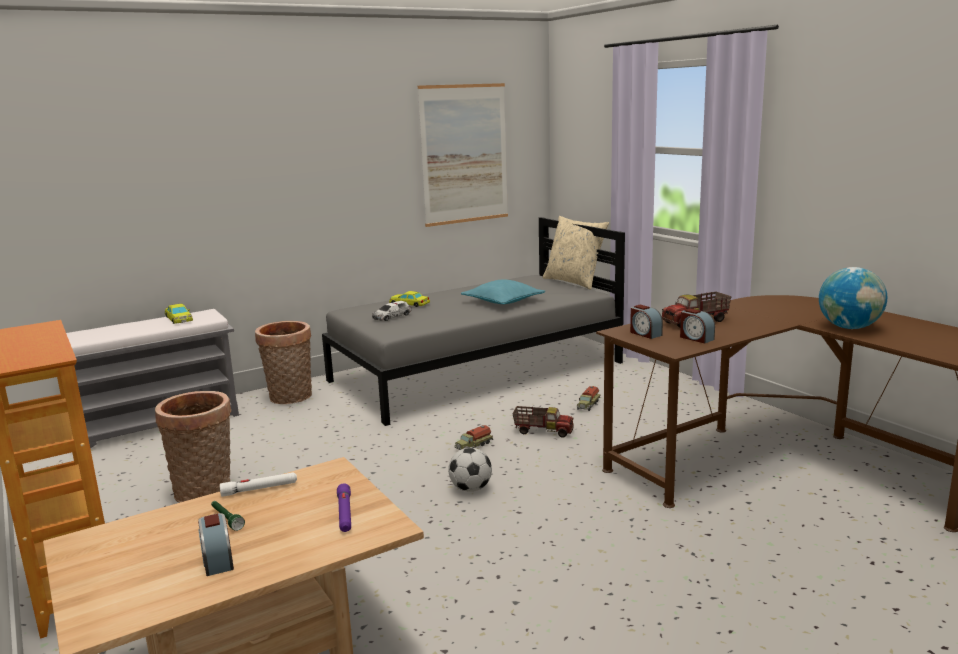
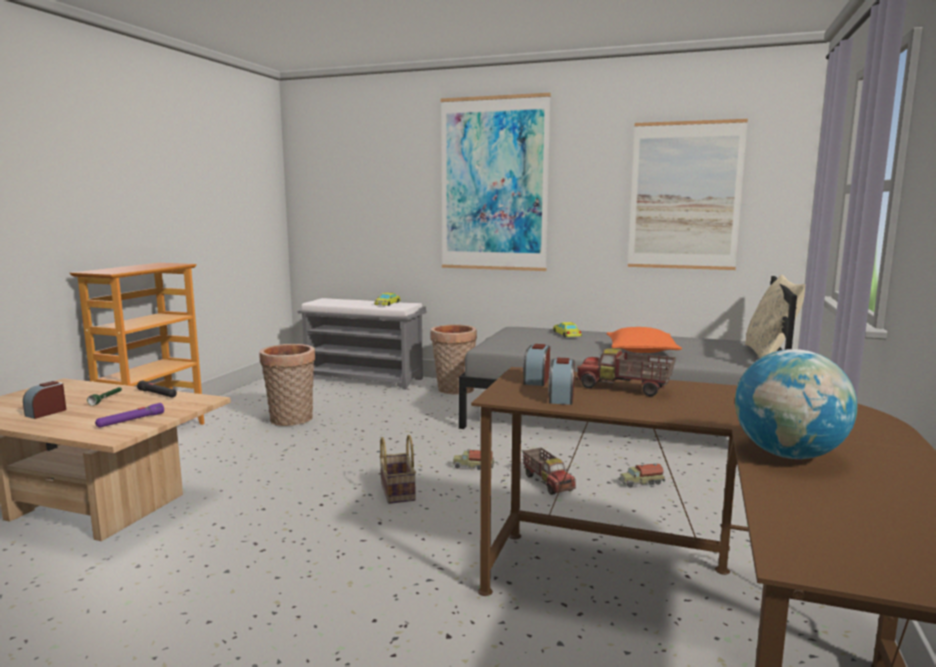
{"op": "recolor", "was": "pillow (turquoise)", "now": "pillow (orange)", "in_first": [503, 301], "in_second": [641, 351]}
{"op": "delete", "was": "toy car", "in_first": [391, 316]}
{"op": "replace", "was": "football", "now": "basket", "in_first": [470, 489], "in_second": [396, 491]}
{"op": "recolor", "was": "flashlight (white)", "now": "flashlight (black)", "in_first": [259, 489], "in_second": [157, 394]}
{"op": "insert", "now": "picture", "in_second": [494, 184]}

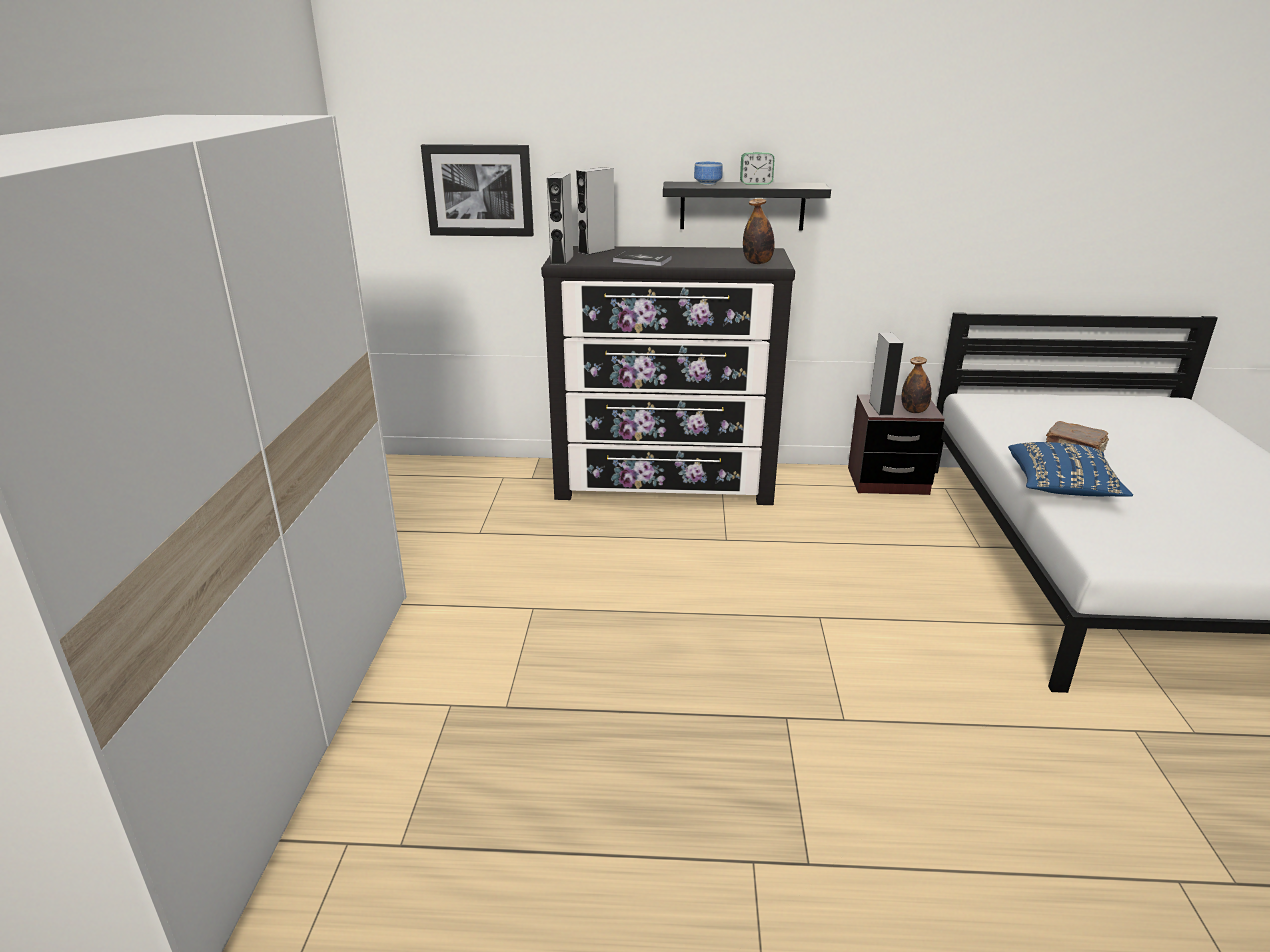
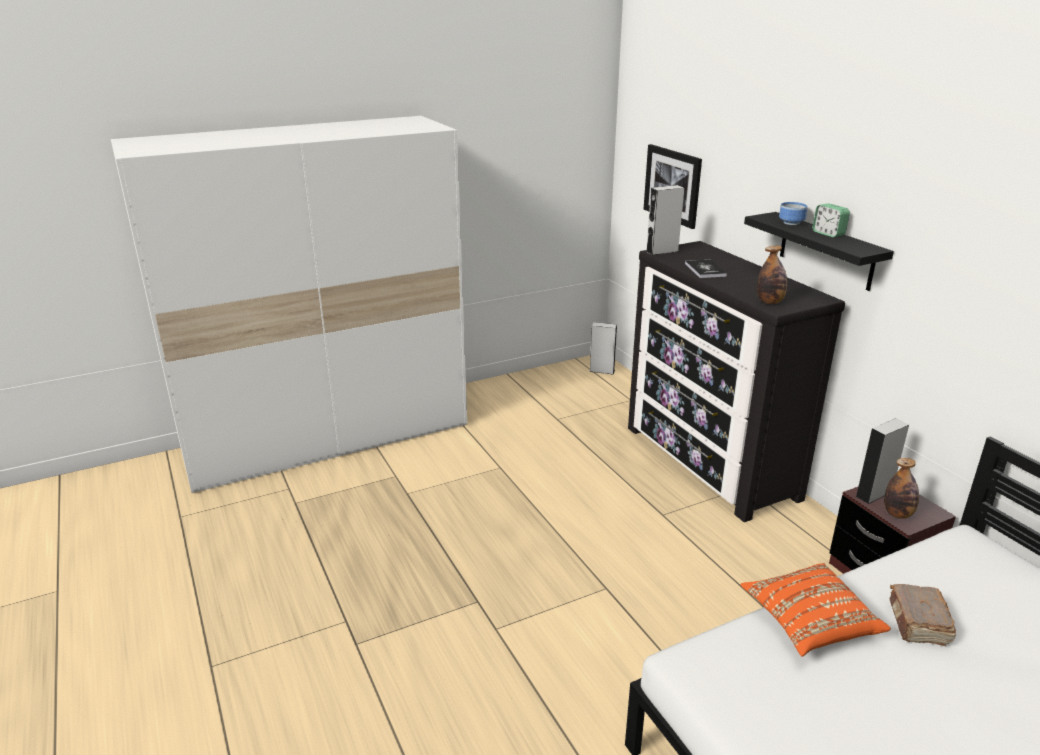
{"op": "move", "was": "speaker (grey)", "in_first": [596, 250], "in_second": [602, 371]}
{"op": "recolor", "was": "pillow (blue)", "now": "pillow (orange)", "in_first": [1061, 487], "in_second": [809, 622]}

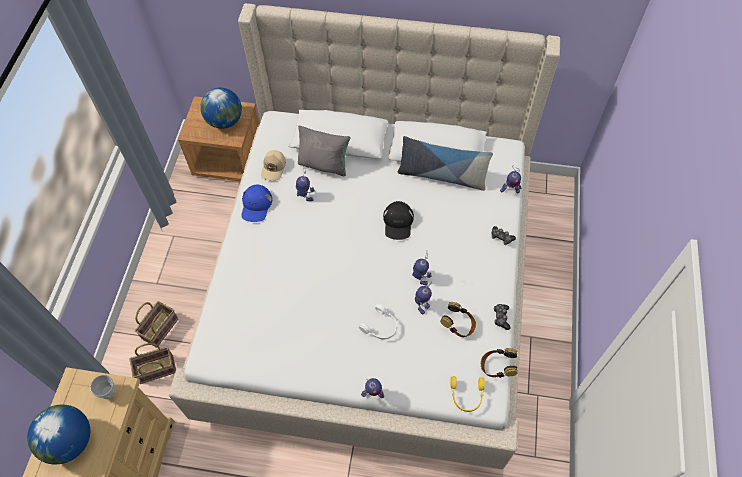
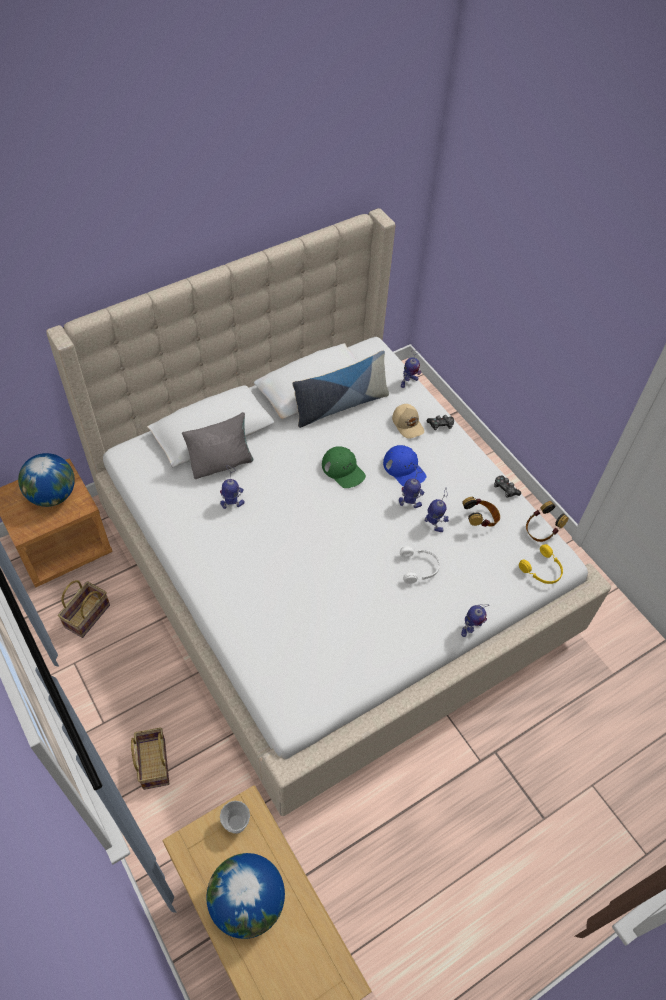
{"op": "move", "was": "cap (beige)", "in_first": [274, 168], "in_second": [408, 424]}
{"op": "move", "was": "cap (blue)", "in_first": [256, 205], "in_second": [404, 469]}
{"op": "recolor", "was": "cap (black)", "now": "cap (green)", "in_first": [398, 222], "in_second": [343, 470]}
{"op": "move", "was": "basket", "in_first": [155, 370], "in_second": [87, 617]}

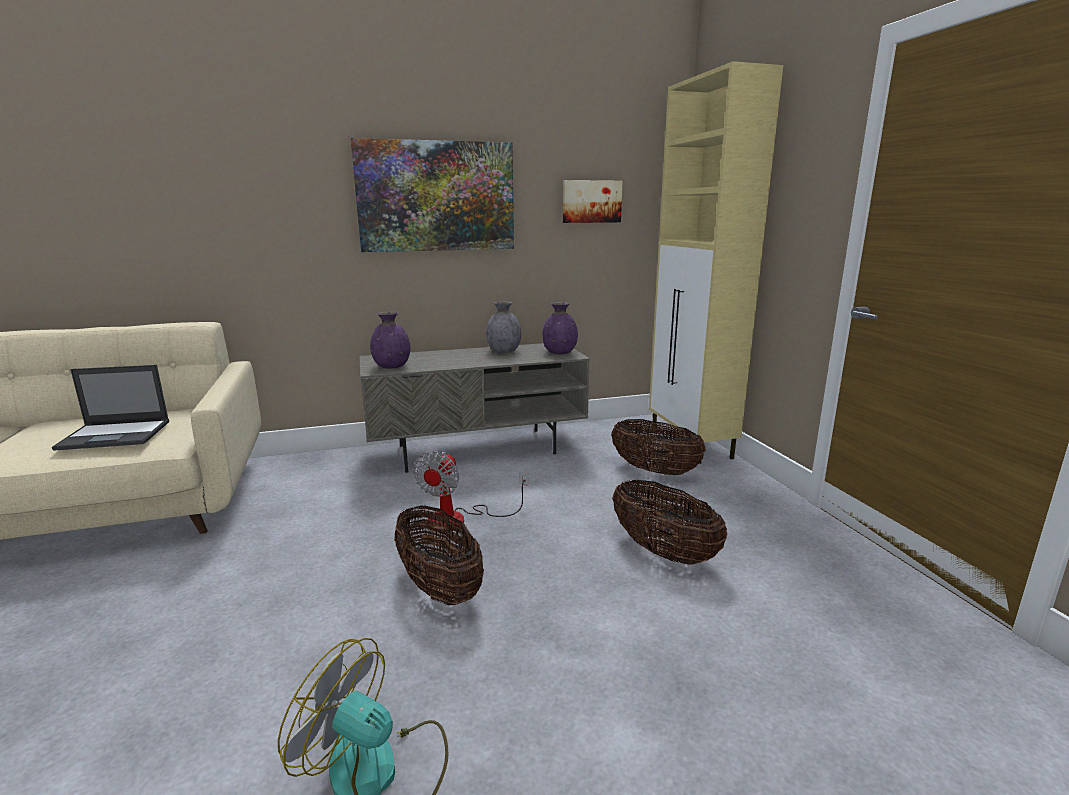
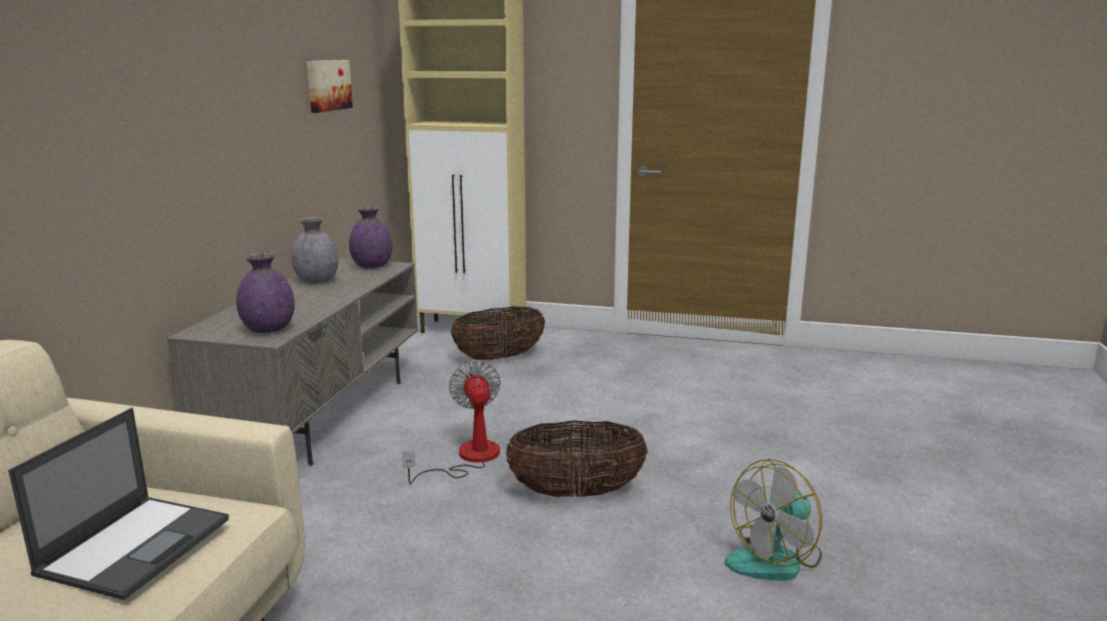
{"op": "delete", "was": "picture", "in_first": [436, 197]}
{"op": "rotate", "was": "fan", "in_first": [460, 519], "in_second": [468, 458], "clockwise": -150}
{"op": "delete", "was": "basket", "in_first": [663, 552]}

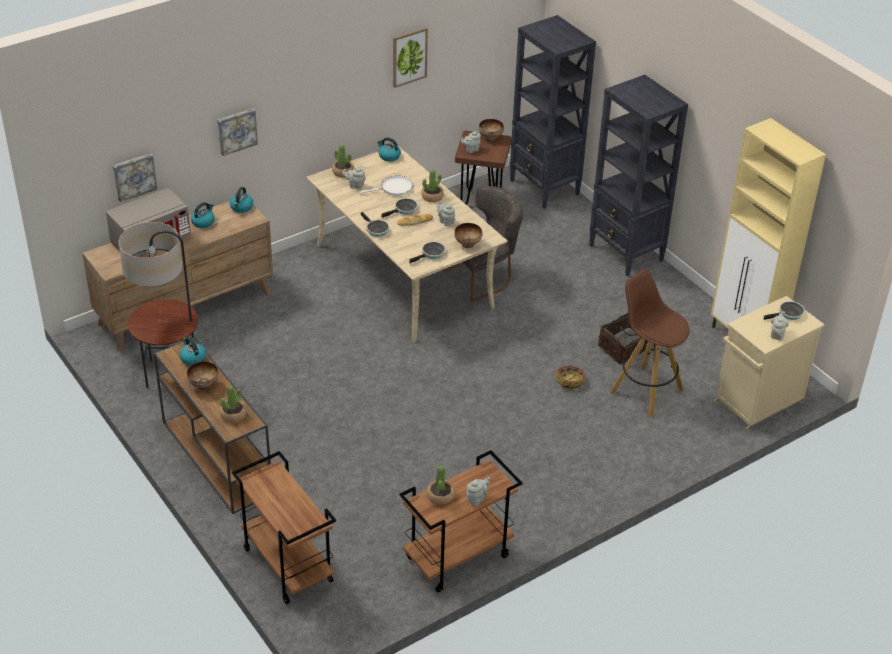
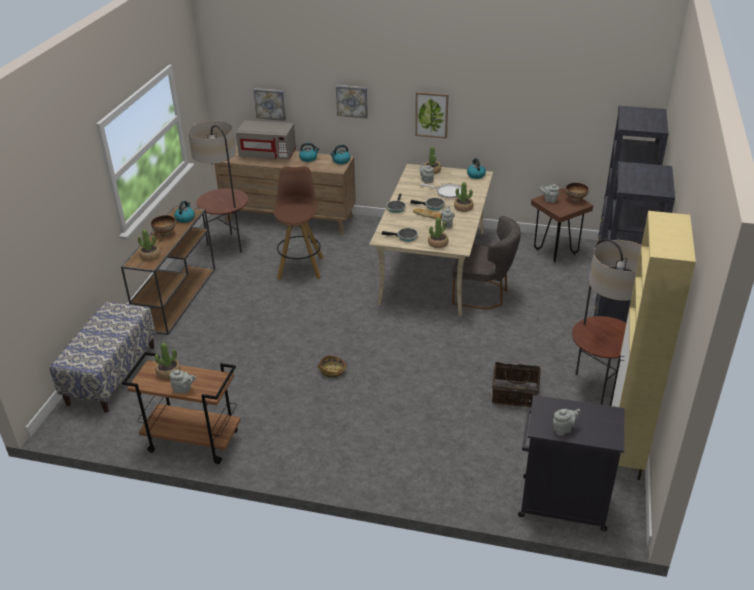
{"op": "move", "was": "picture", "in_first": [409, 56], "in_second": [431, 114]}
{"op": "replace", "was": "bowl", "now": "potted plant", "in_first": [467, 244], "in_second": [438, 243]}
{"op": "move", "was": "stool (brown)", "in_first": [645, 390], "in_second": [300, 267]}
{"op": "recolor", "was": "cabinet (beige)", "now": "cabinet (black)", "in_first": [757, 403], "in_second": [561, 503]}
{"op": "delete", "was": "frying pan", "in_first": [789, 314]}
{"op": "move", "was": "basket", "in_first": [570, 381], "in_second": [333, 371]}
{"op": "replace", "was": "cart (brown)", "now": "bench", "in_first": [286, 565], "in_second": [111, 374]}
{"op": "insert", "now": "floor lamp", "in_second": [596, 386]}

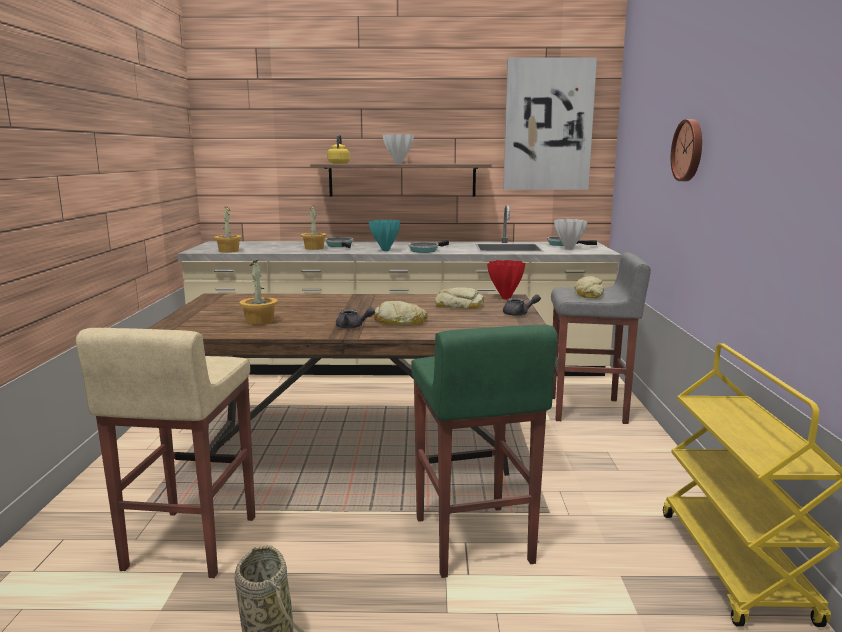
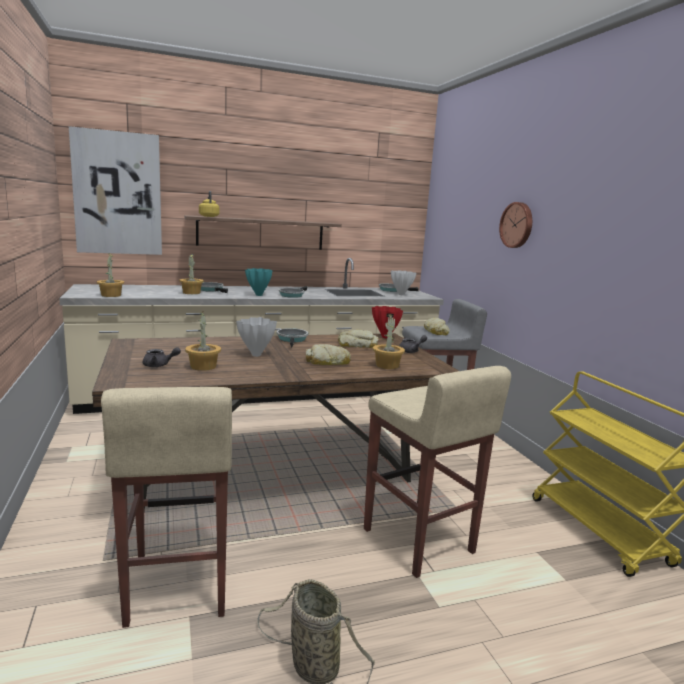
{"op": "move", "was": "picture", "in_first": [548, 125], "in_second": [118, 194]}
{"op": "move", "was": "vase (white)", "in_first": [398, 163], "in_second": [256, 355]}
{"op": "move", "was": "teapot (grey)", "in_first": [353, 327], "in_second": [159, 365]}
{"op": "recolor", "was": "stool (green)", "now": "stool (beige)", "in_first": [471, 541], "in_second": [418, 542]}
{"op": "insert", "now": "potted plant", "in_second": [387, 365]}
{"op": "insert", "now": "frying pan", "in_second": [292, 339]}

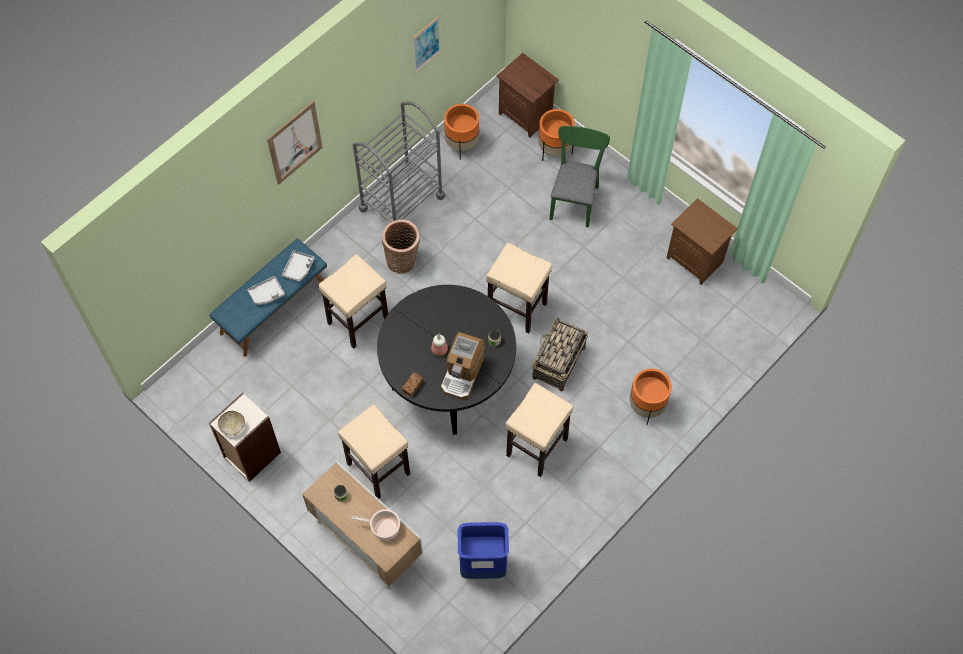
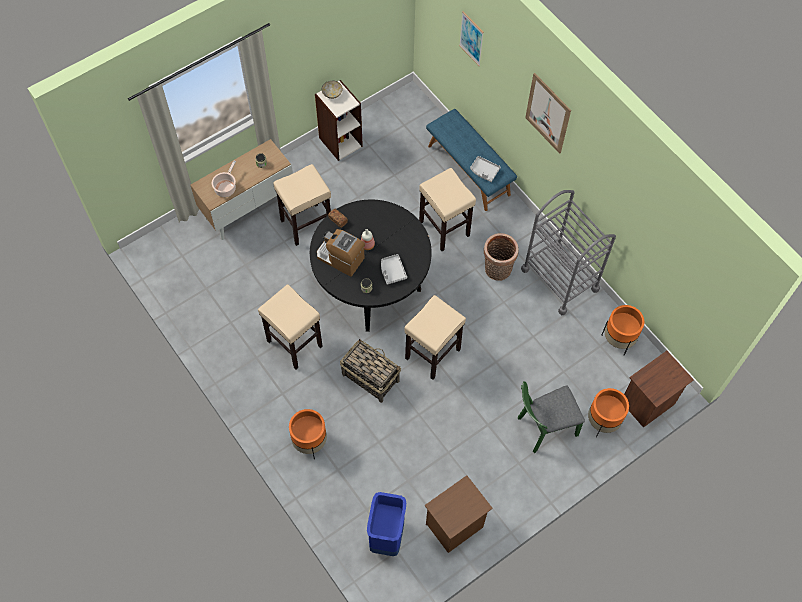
{"op": "move", "was": "picture", "in_first": [426, 44], "in_second": [471, 38]}
{"op": "rotate", "was": "chair (green)", "in_first": [574, 198], "in_second": [543, 428], "clockwise": 135}
{"op": "move", "was": "tray (grey)", "in_first": [267, 294], "in_second": [392, 271]}
{"op": "move", "was": "trash can (blue)", "in_first": [483, 566], "in_second": [386, 536]}

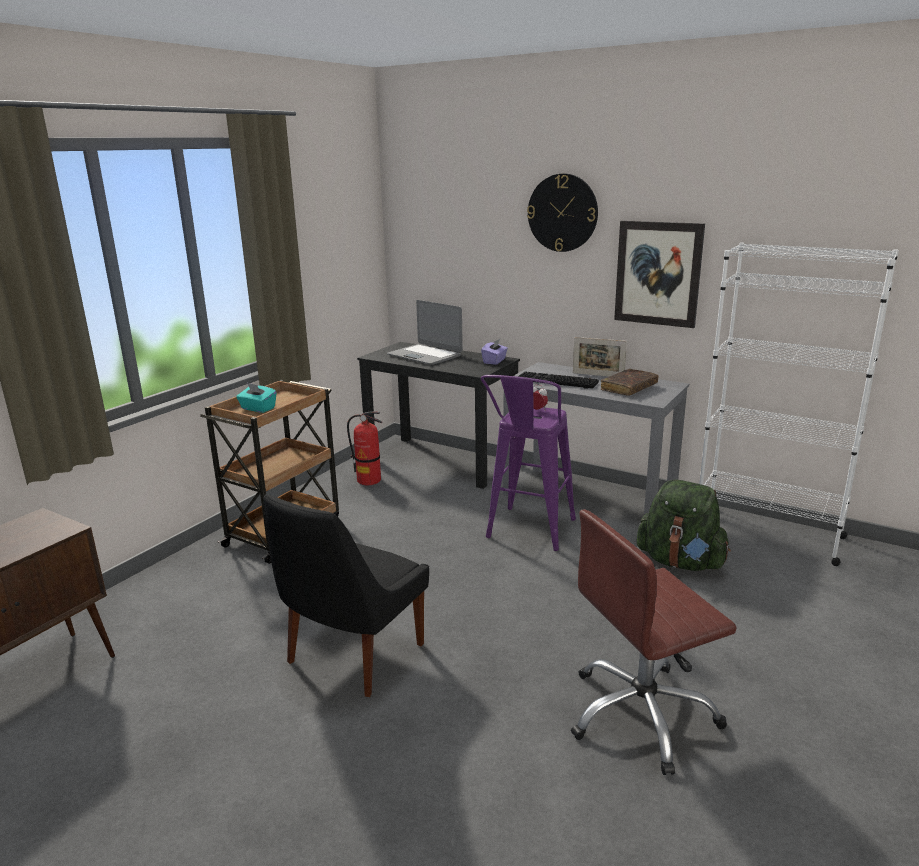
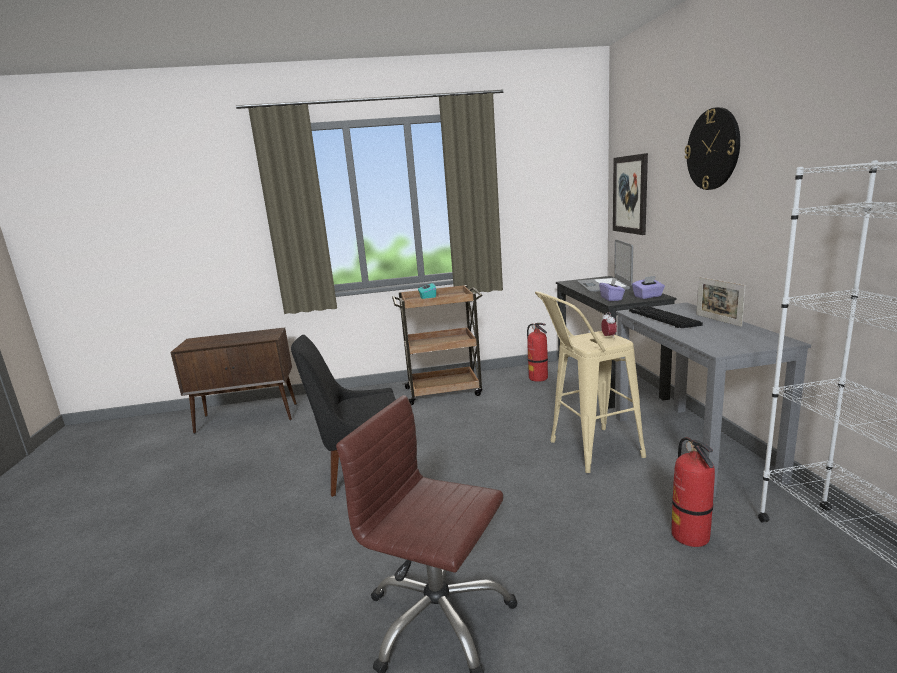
{"op": "move", "was": "picture", "in_first": [658, 273], "in_second": [630, 194]}
{"op": "delete", "was": "book (brown)", "in_first": [629, 388]}
{"op": "recolor", "was": "stool (purple)", "now": "stool (beige)", "in_first": [527, 533], "in_second": [587, 451]}
{"op": "replace", "was": "backpack (green)", "now": "fire extinguisher", "in_first": [680, 562], "in_second": [690, 536]}
{"op": "insert", "now": "tissue box (purple)", "in_second": [611, 298]}

